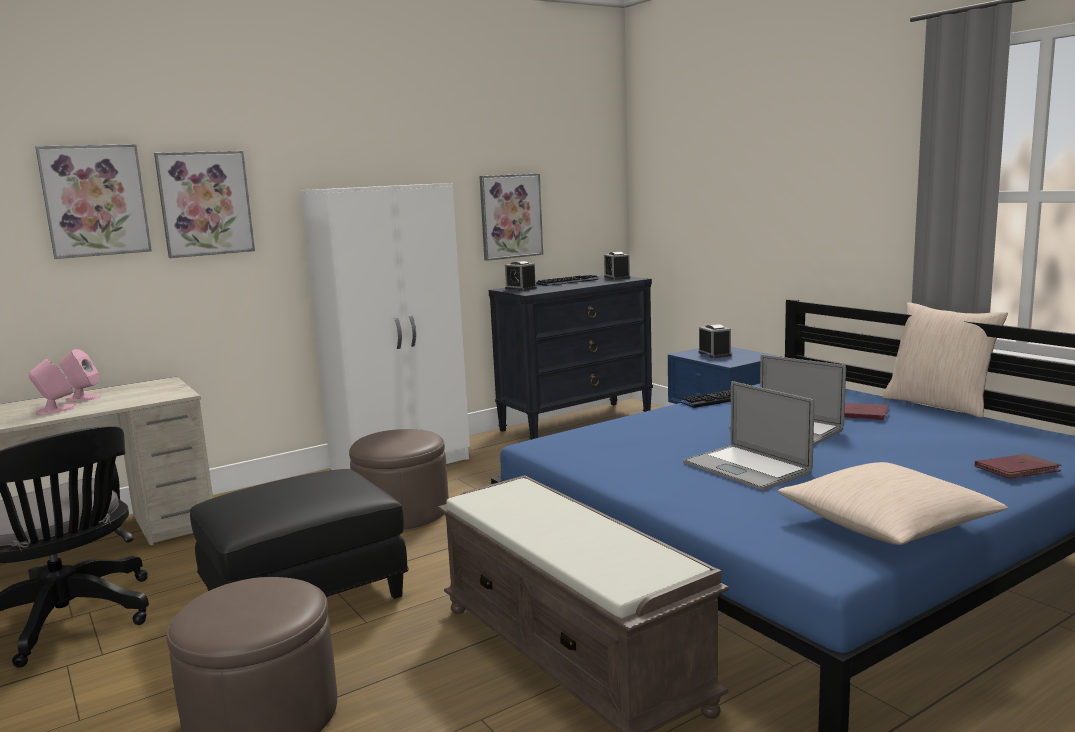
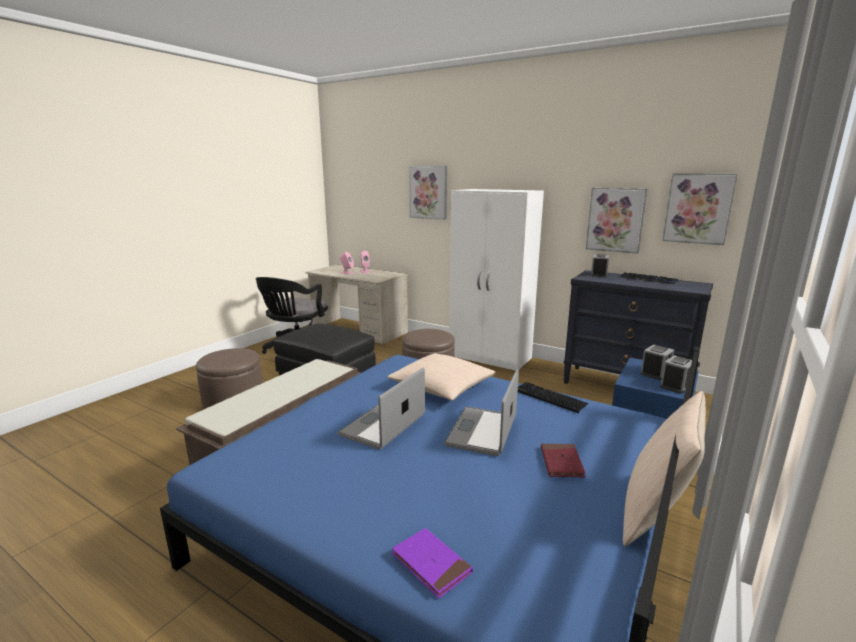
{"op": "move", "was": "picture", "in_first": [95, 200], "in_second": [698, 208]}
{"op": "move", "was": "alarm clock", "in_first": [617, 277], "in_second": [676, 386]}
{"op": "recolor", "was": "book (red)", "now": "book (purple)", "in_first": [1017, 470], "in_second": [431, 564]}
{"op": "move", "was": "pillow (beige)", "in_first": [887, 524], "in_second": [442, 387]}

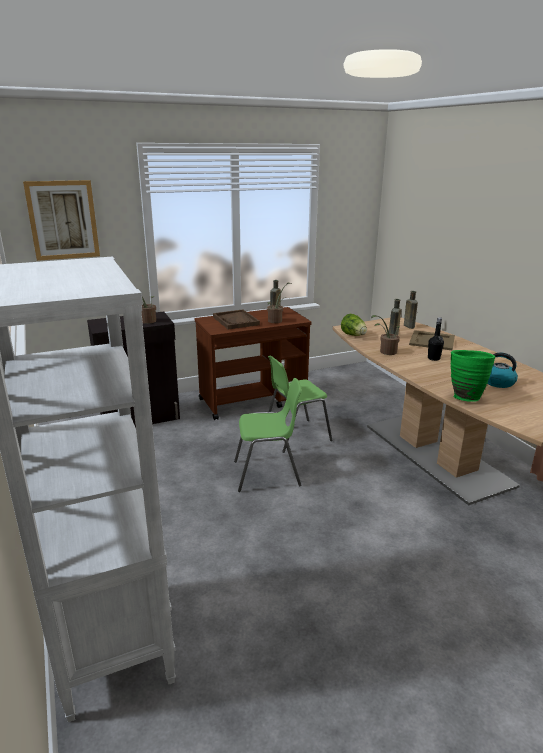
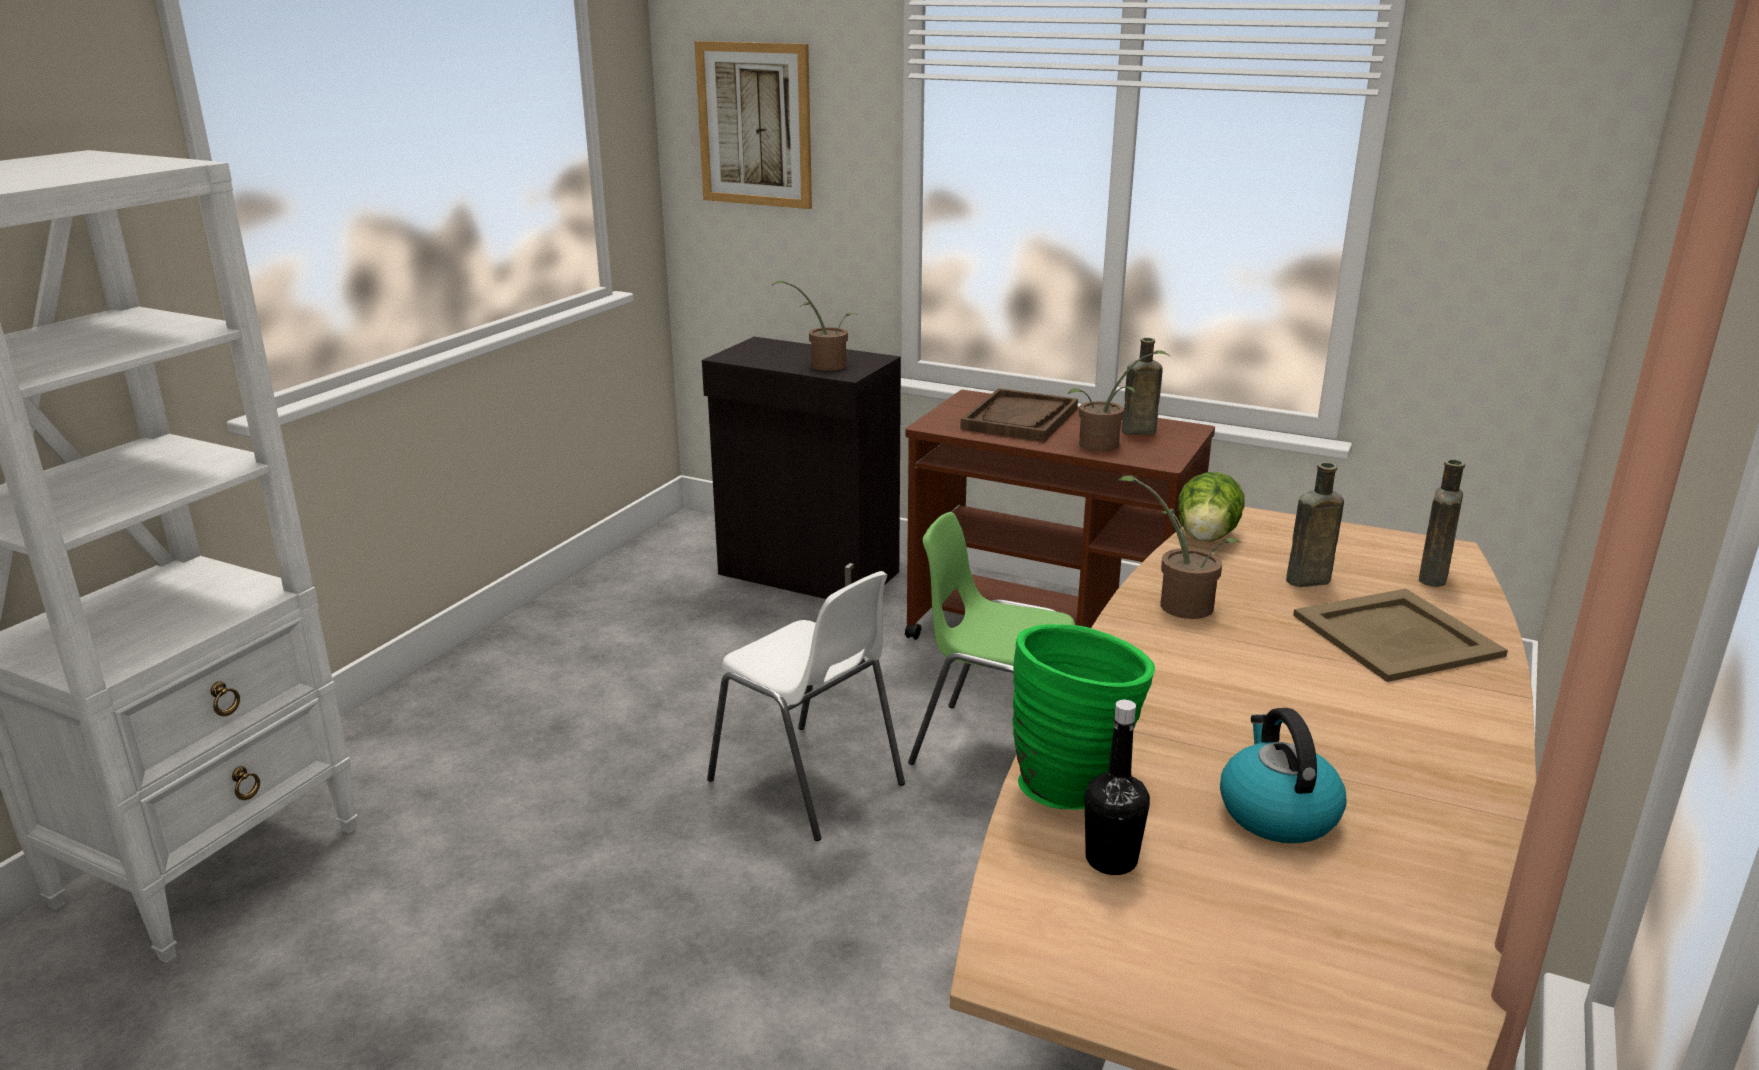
{"op": "move", "was": "bottle (black)", "in_first": [433, 358], "in_second": [1111, 860]}
{"op": "recolor", "was": "chair (green)", "now": "chair (white)", "in_first": [267, 474], "in_second": [808, 783]}

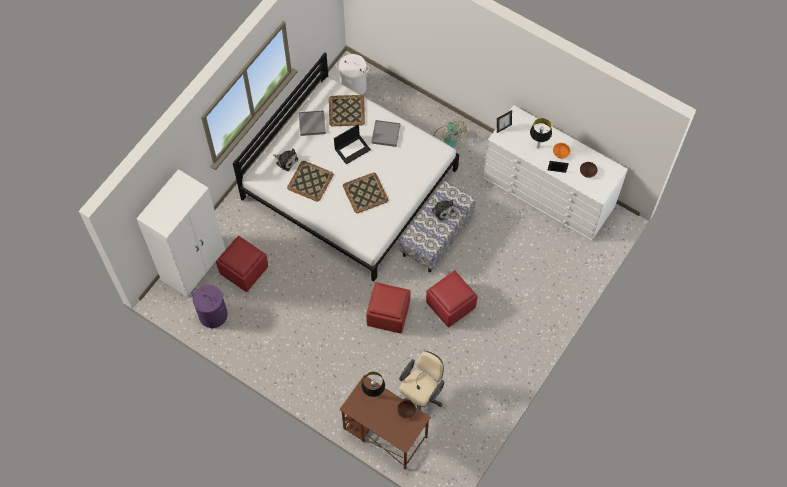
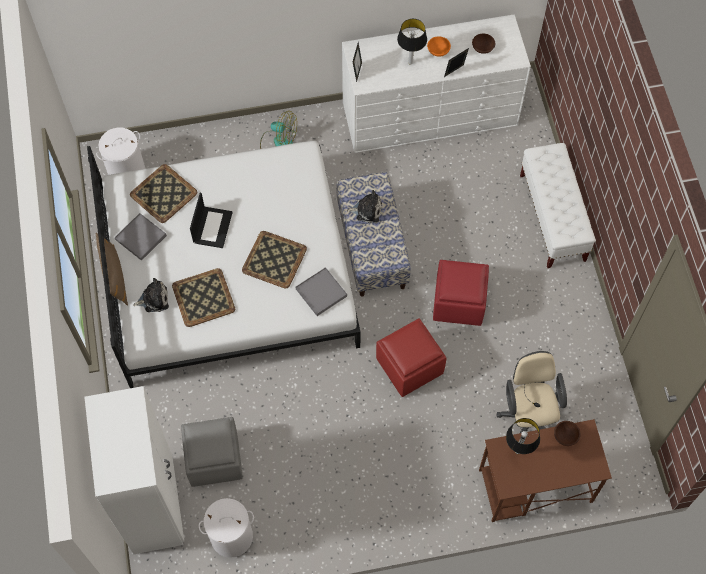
{"op": "move", "was": "tray (grey)", "in_first": [386, 134], "in_second": [321, 292]}
{"op": "recolor", "was": "ottoman (red)", "now": "ottoman (grey)", "in_first": [244, 271], "in_second": [215, 459]}
{"op": "recolor", "was": "laundry basket (purple)", "now": "laundry basket (white)", "in_first": [213, 314], "in_second": [231, 536]}
{"op": "insert", "now": "bench (white)", "in_second": [552, 218]}
{"op": "insert", "now": "pillow (brown)", "in_second": [114, 276]}

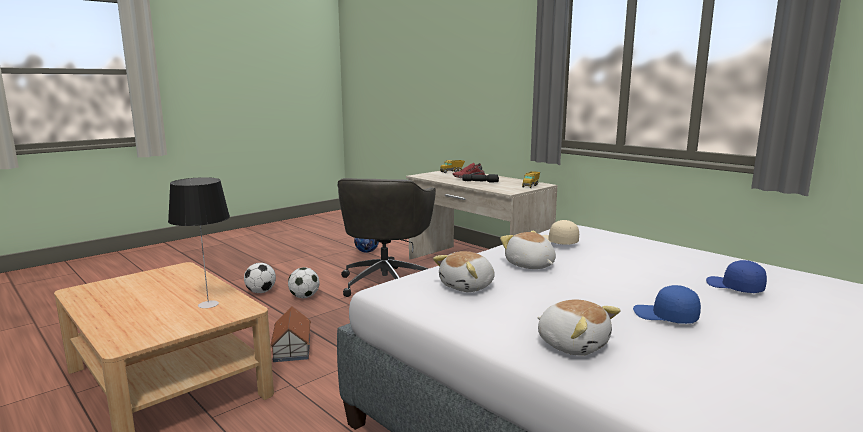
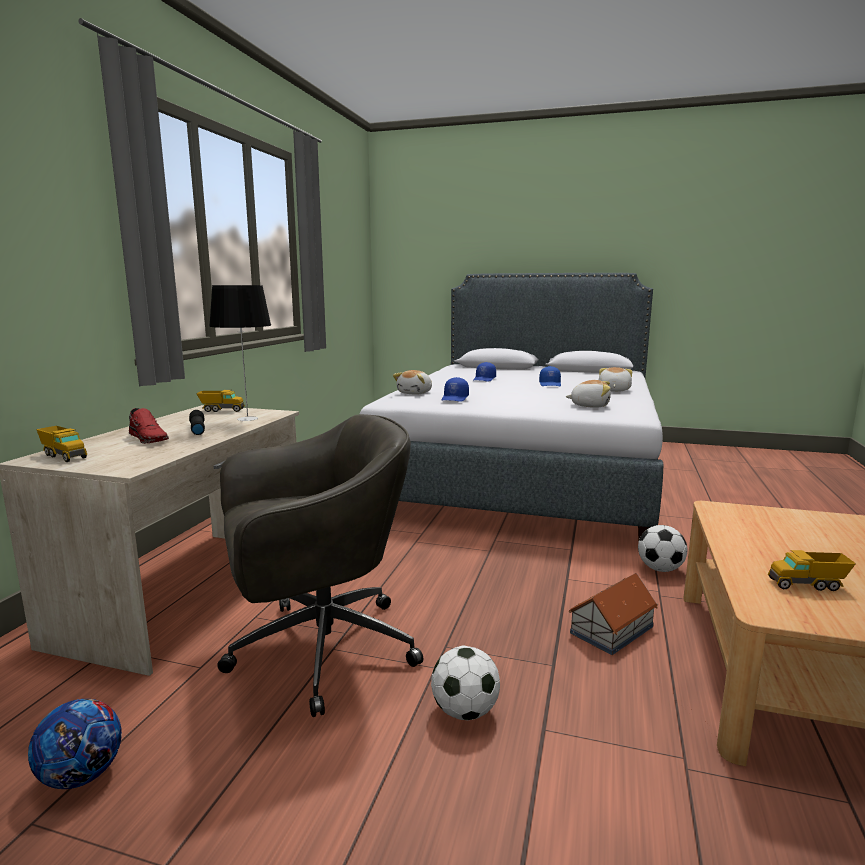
{"op": "move", "was": "table lamp", "in_first": [209, 304], "in_second": [247, 418]}
{"op": "recolor", "was": "cap (beige)", "now": "cap (blue)", "in_first": [557, 242], "in_second": [455, 398]}
{"op": "move", "was": "plush toy", "in_first": [529, 265], "in_second": [415, 393]}
{"op": "move", "was": "football", "in_first": [261, 292], "in_second": [660, 569]}
{"op": "insert", "now": "toy truck", "in_second": [807, 585]}

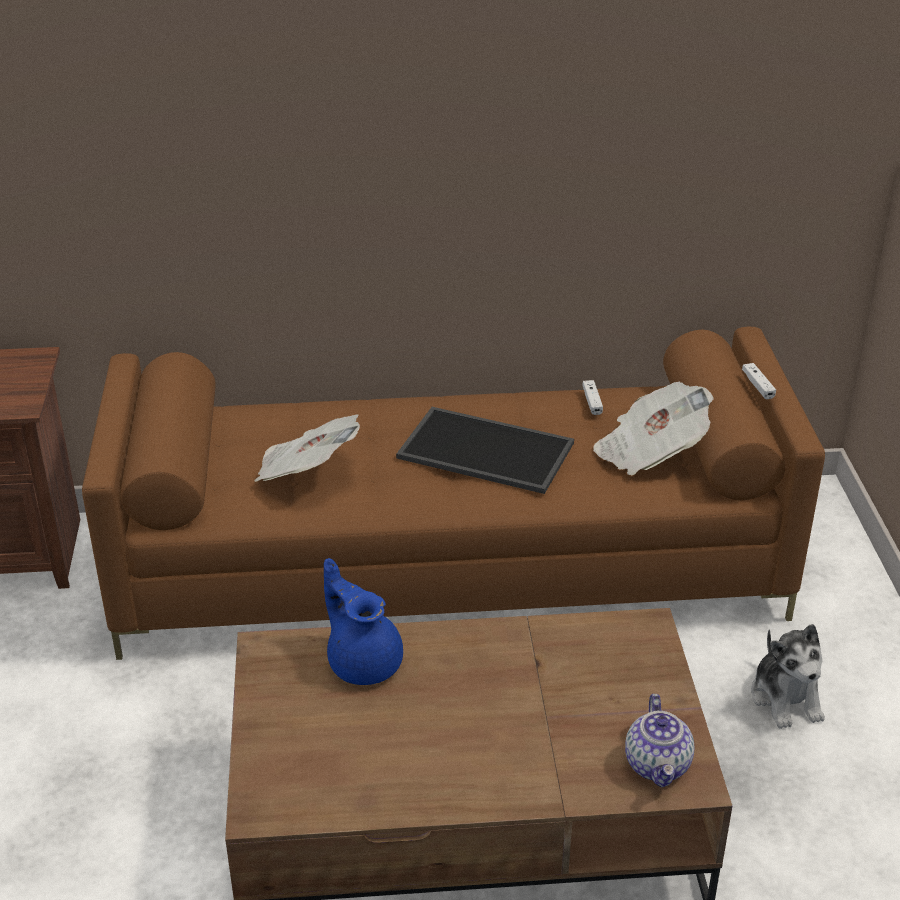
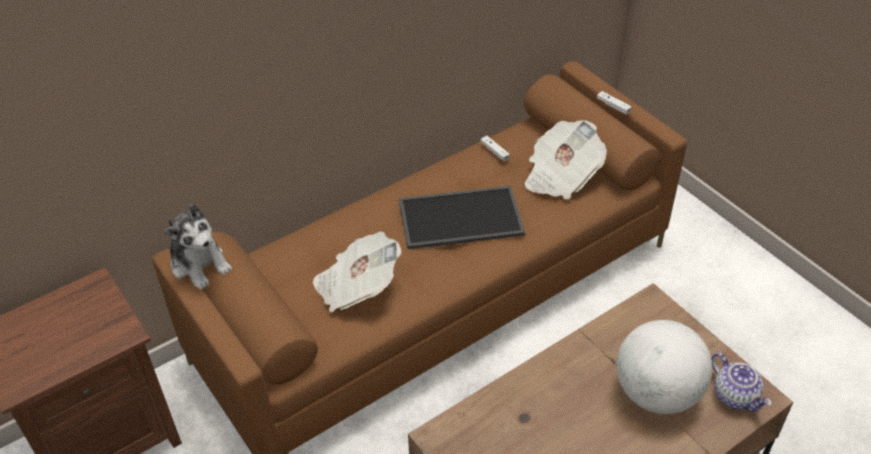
{"op": "delete", "was": "teapot (blue)", "in_first": [363, 661]}
{"op": "move", "was": "plush toy", "in_first": [786, 698], "in_second": [200, 264]}
{"op": "insert", "now": "globe", "in_second": [657, 393]}

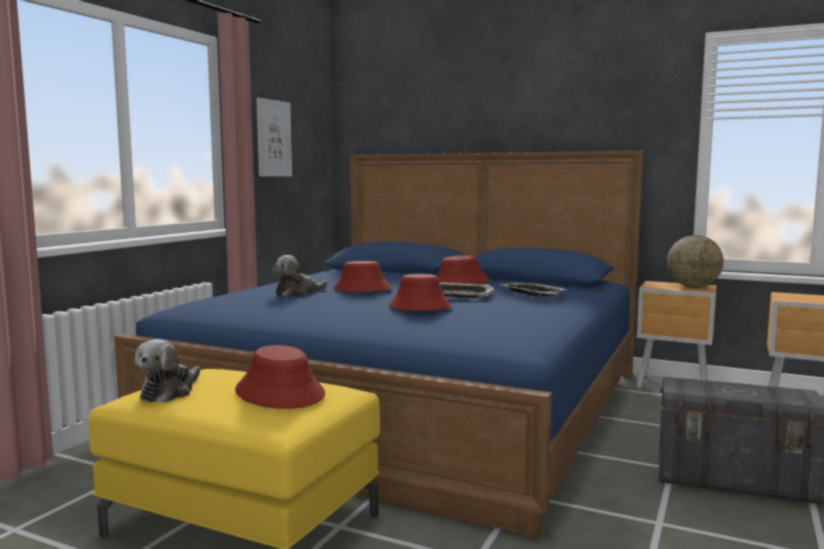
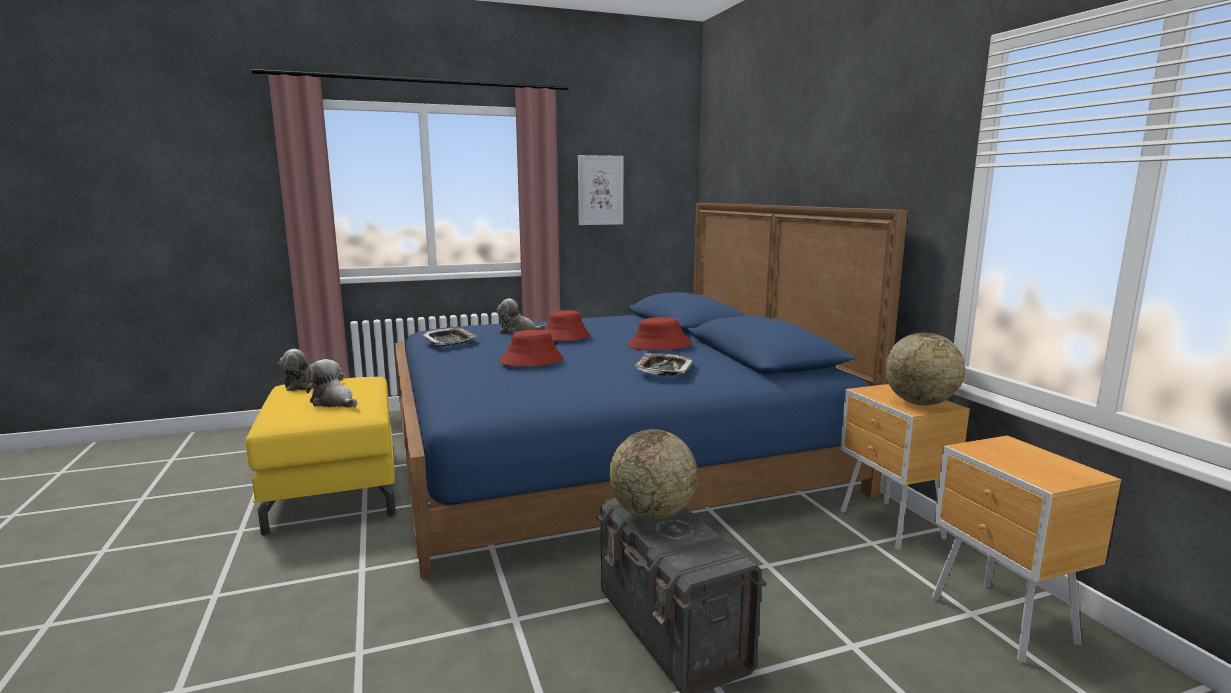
{"op": "move", "was": "tray", "in_first": [459, 295], "in_second": [449, 341]}
{"op": "replace", "was": "hat (red)", "now": "plush toy", "in_first": [280, 392], "in_second": [334, 402]}
{"op": "insert", "now": "globe", "in_second": [652, 514]}

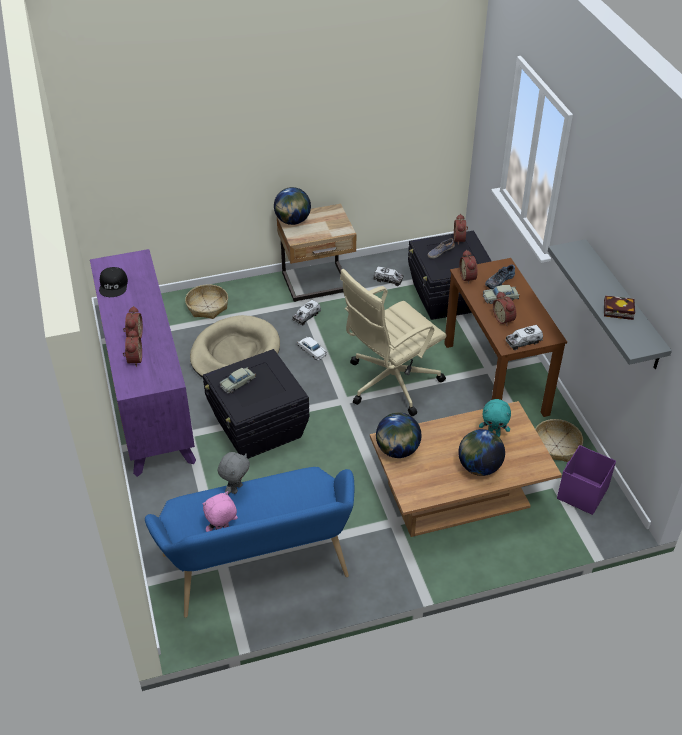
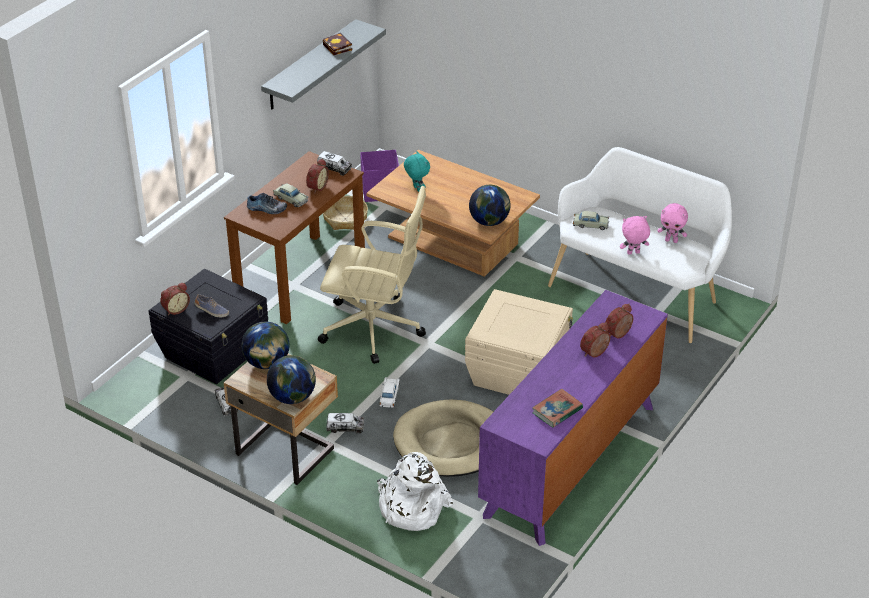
{"op": "delete", "was": "alarm clock", "in_first": [468, 277]}
{"op": "replace", "was": "cap (black)", "now": "book", "in_first": [114, 285], "in_second": [557, 411]}
{"op": "replace", "was": "basket", "now": "backpack (white)", "in_first": [207, 307], "in_second": [410, 507]}
{"op": "recolor", "was": "storage box (black)", "now": "storage box (beige)", "in_first": [258, 428], "in_second": [518, 372]}
{"op": "move", "was": "toy car (beige)", "in_first": [238, 383], "in_second": [590, 225]}
{"op": "move", "was": "globe", "in_first": [479, 467], "in_second": [267, 363]}
{"op": "recolor", "was": "plush toy (grey)", "now": "plush toy (pink)", "in_first": [236, 488], "in_second": [633, 253]}
{"op": "recolor", "was": "bench (blue)", "now": "bench (white)", "in_first": [260, 572], "in_second": [637, 292]}

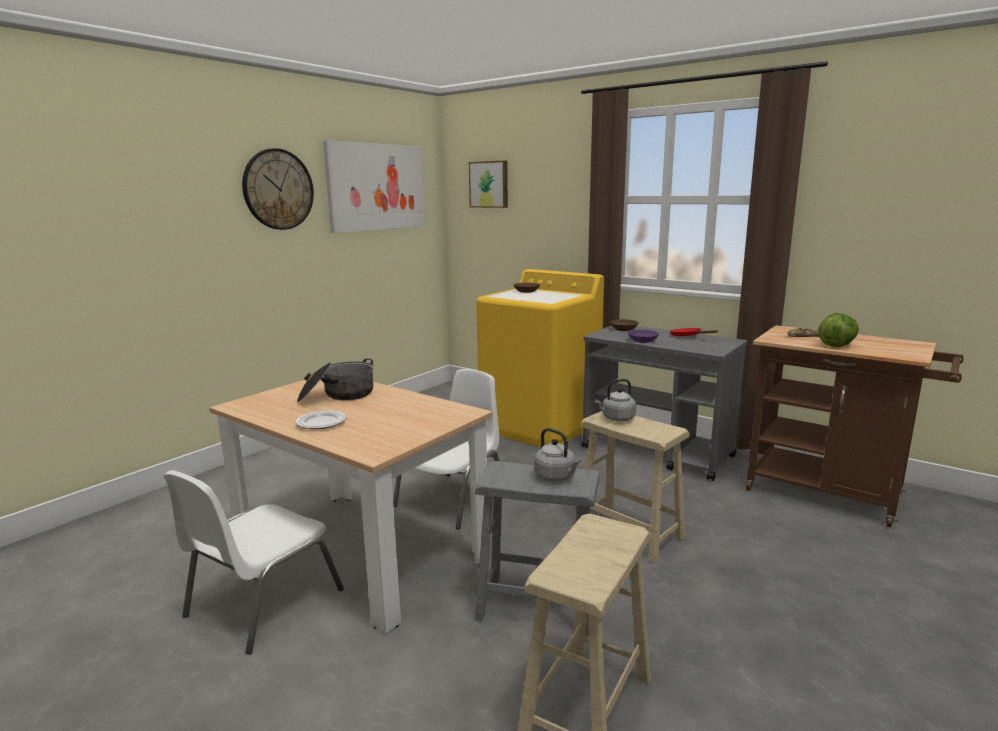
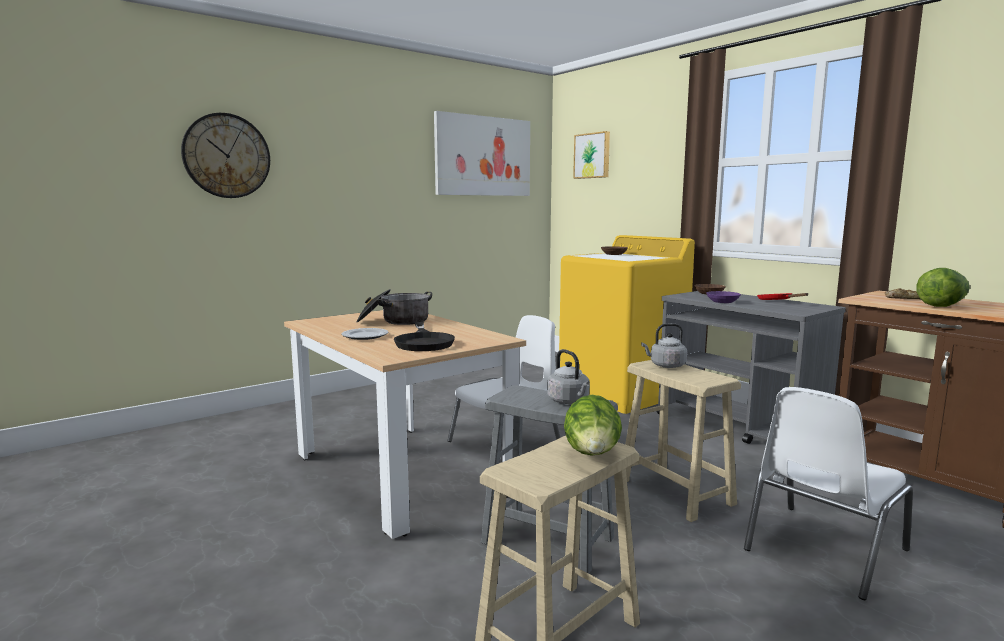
{"op": "move", "was": "wall clock", "in_first": [278, 189], "in_second": [226, 156]}
{"op": "move", "was": "chair (white)", "in_first": [261, 603], "in_second": [822, 550]}
{"op": "insert", "now": "frying pan (black)", "in_second": [424, 342]}
{"op": "insert", "now": "lettuce", "in_second": [592, 455]}

